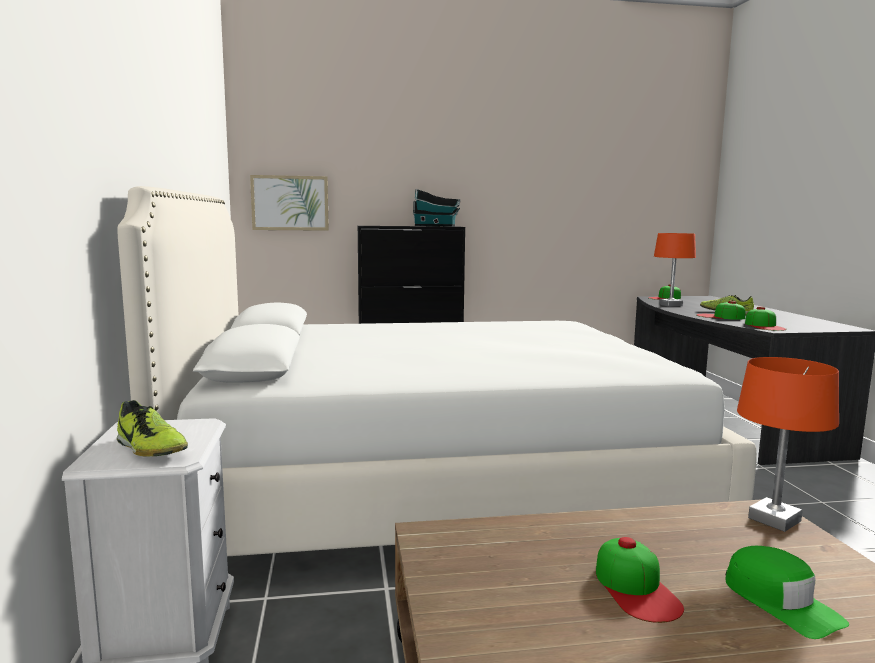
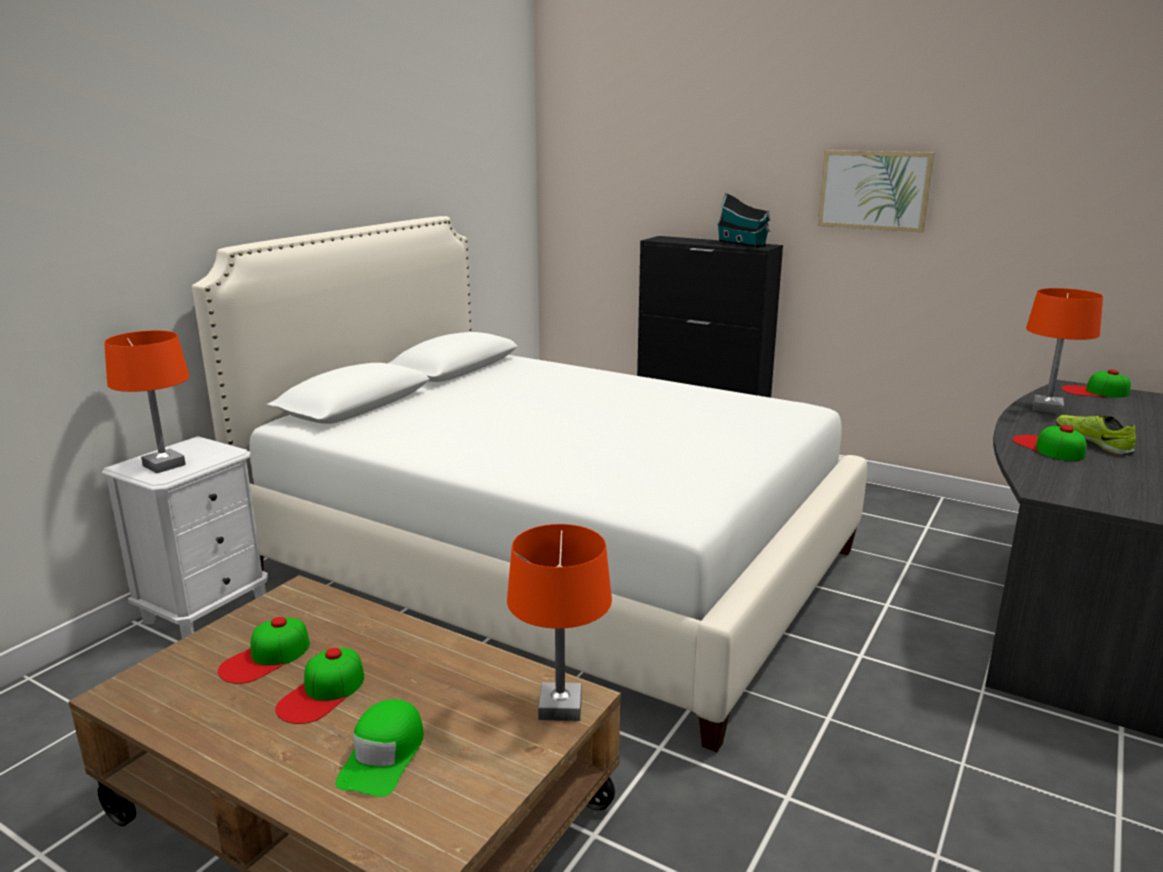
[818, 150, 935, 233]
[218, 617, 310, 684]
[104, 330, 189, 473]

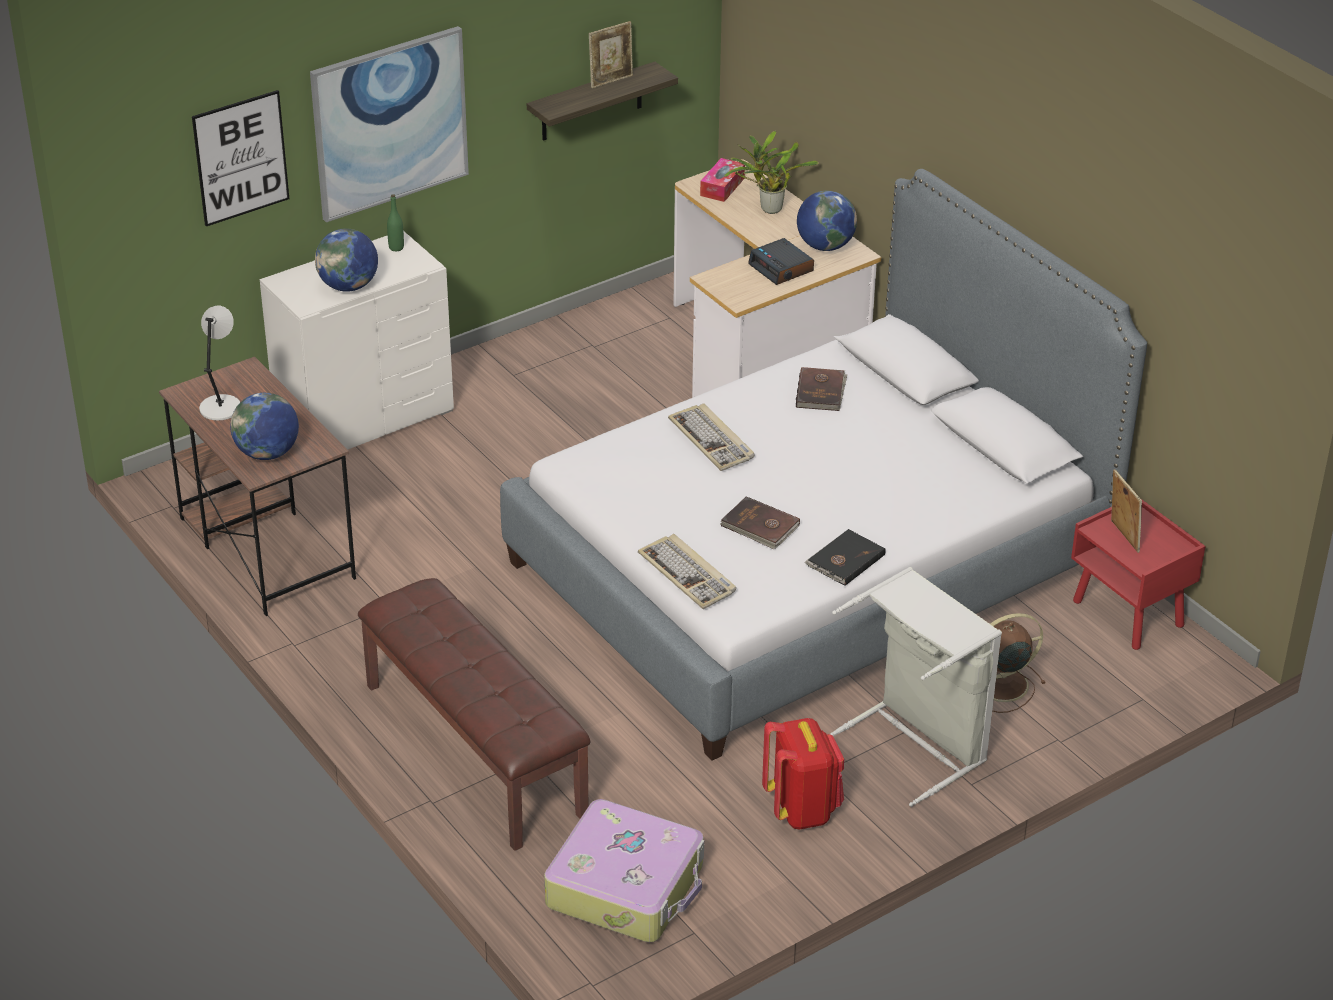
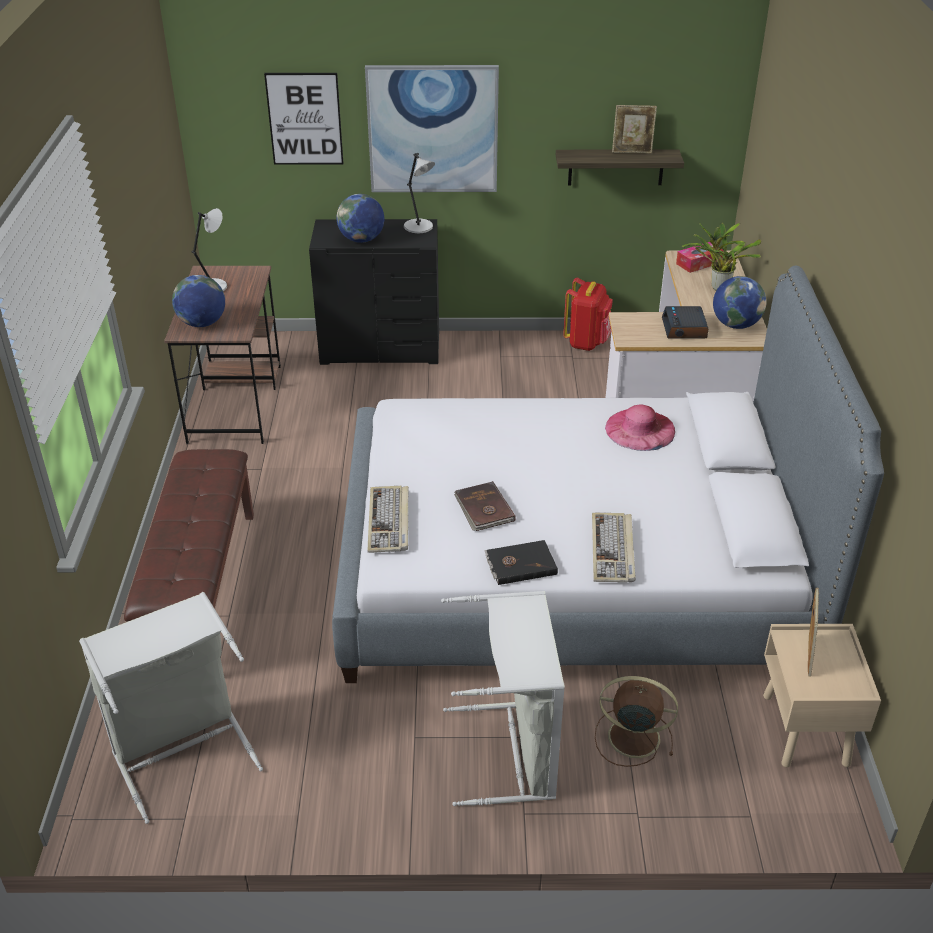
[592, 513, 636, 583]
[563, 277, 613, 351]
[404, 153, 435, 234]
[79, 592, 263, 824]
[605, 404, 675, 451]
[309, 219, 439, 365]
[763, 624, 881, 767]

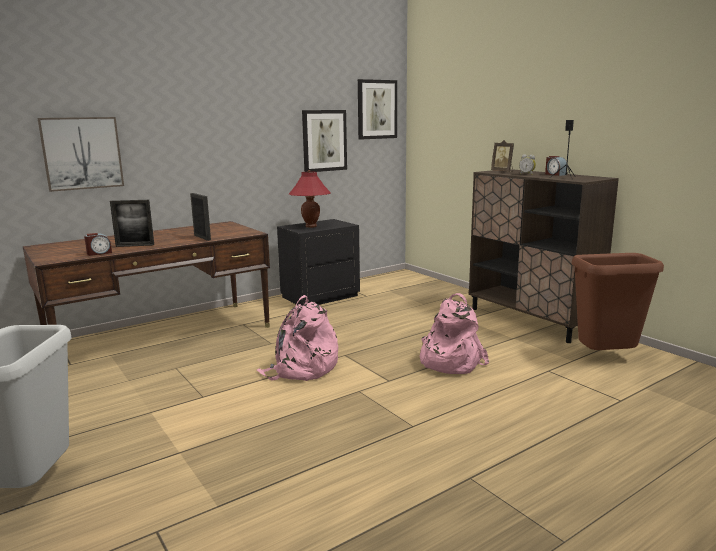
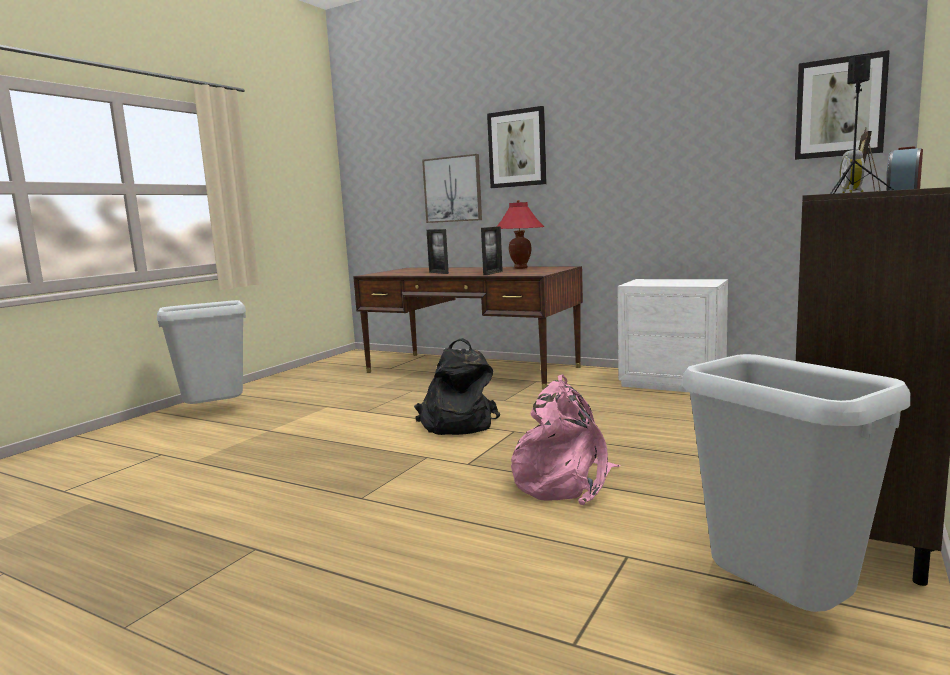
[84, 233, 112, 256] (first image)
[497, 200, 544, 269]
[487, 106, 547, 188]
[414, 338, 500, 435]
[617, 279, 728, 392]
[682, 354, 911, 612]

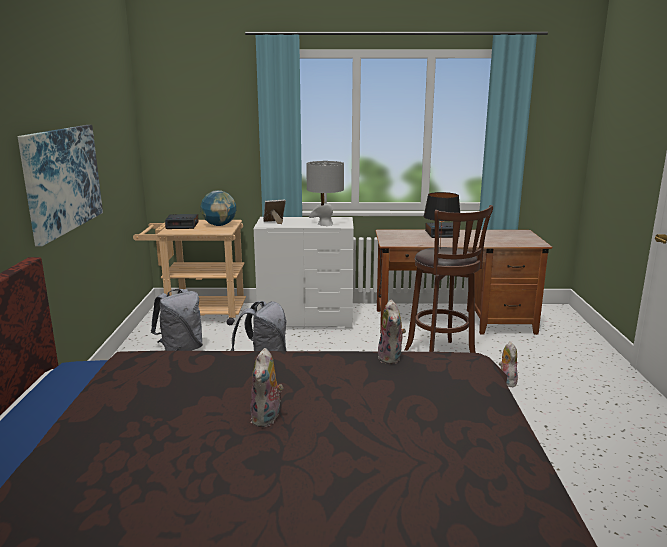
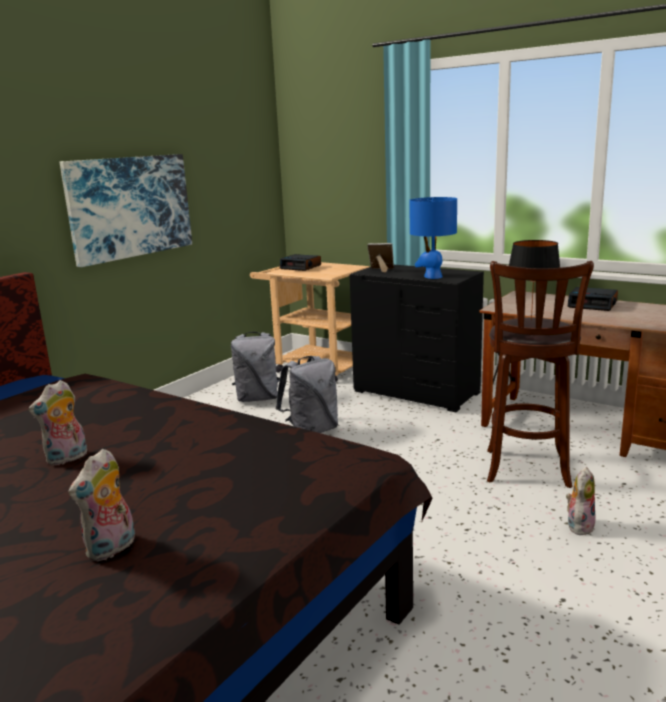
[200, 190, 236, 226] (first image)
[68, 449, 135, 562]
[350, 265, 484, 412]
[409, 197, 457, 279]

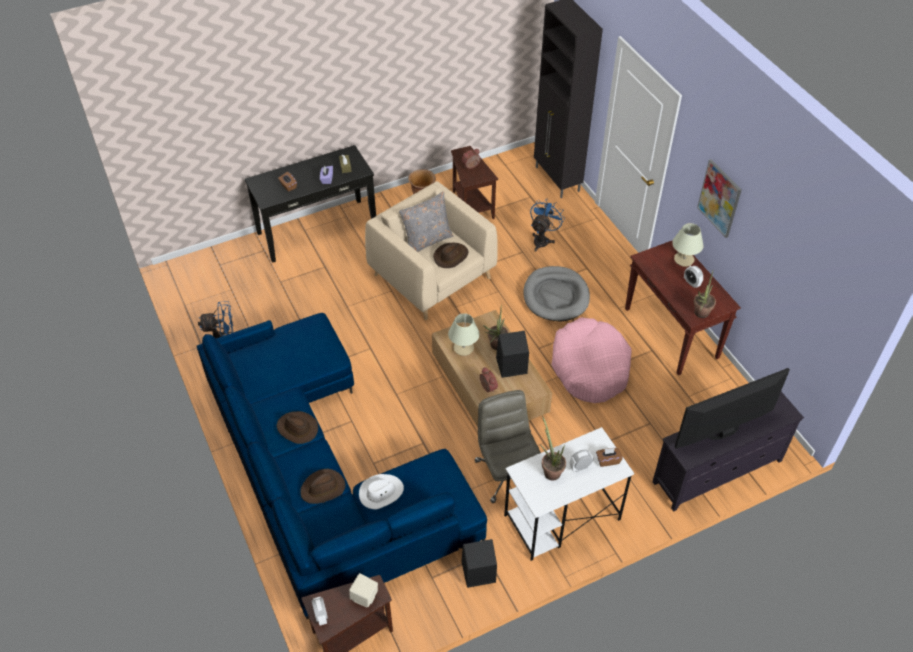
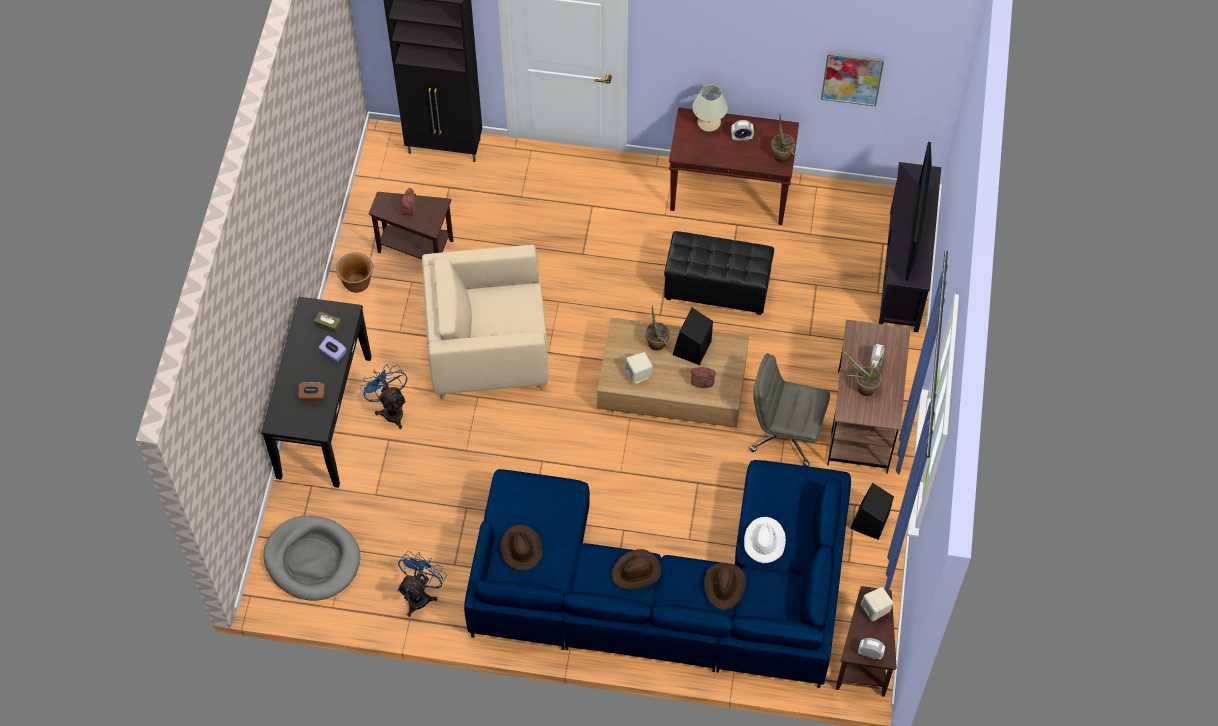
[399, 191, 453, 252] (first image)
[596, 448, 623, 467] (first image)
[500, 525, 543, 571]
[263, 515, 360, 601]
[360, 364, 407, 429]
[821, 52, 884, 106]
[625, 352, 653, 384]
[664, 231, 774, 315]
[827, 320, 910, 474]

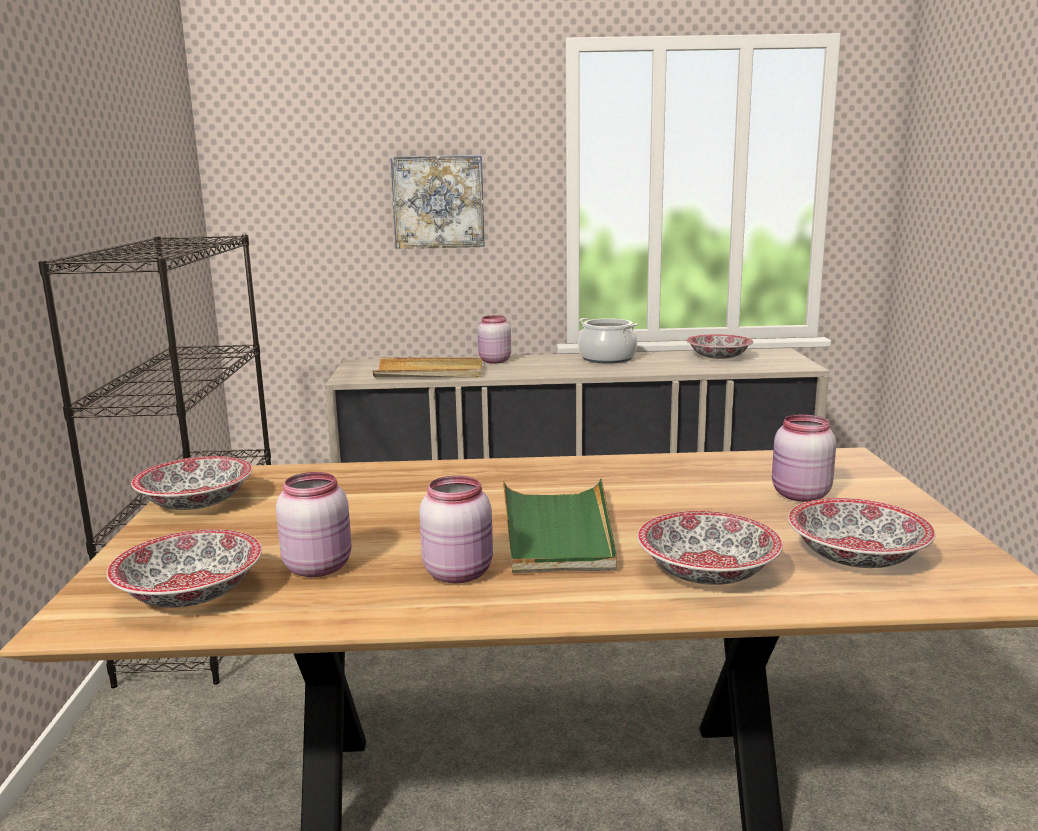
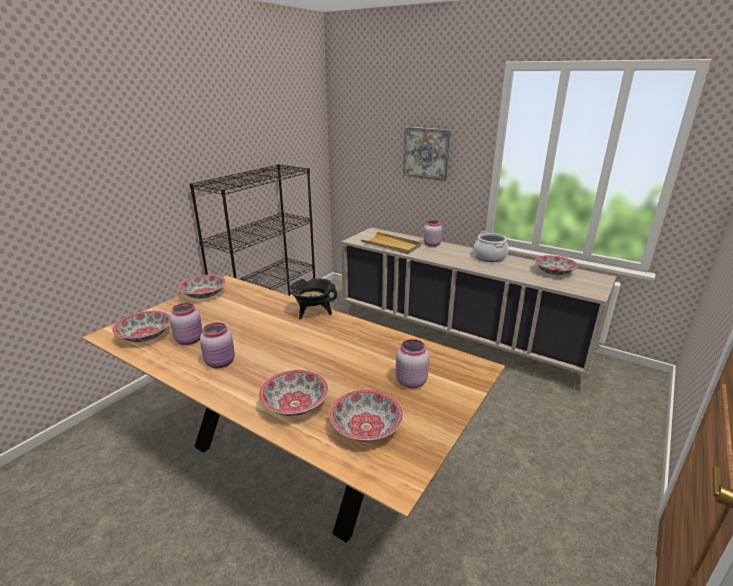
[503, 479, 617, 573] (first image)
[289, 278, 337, 319]

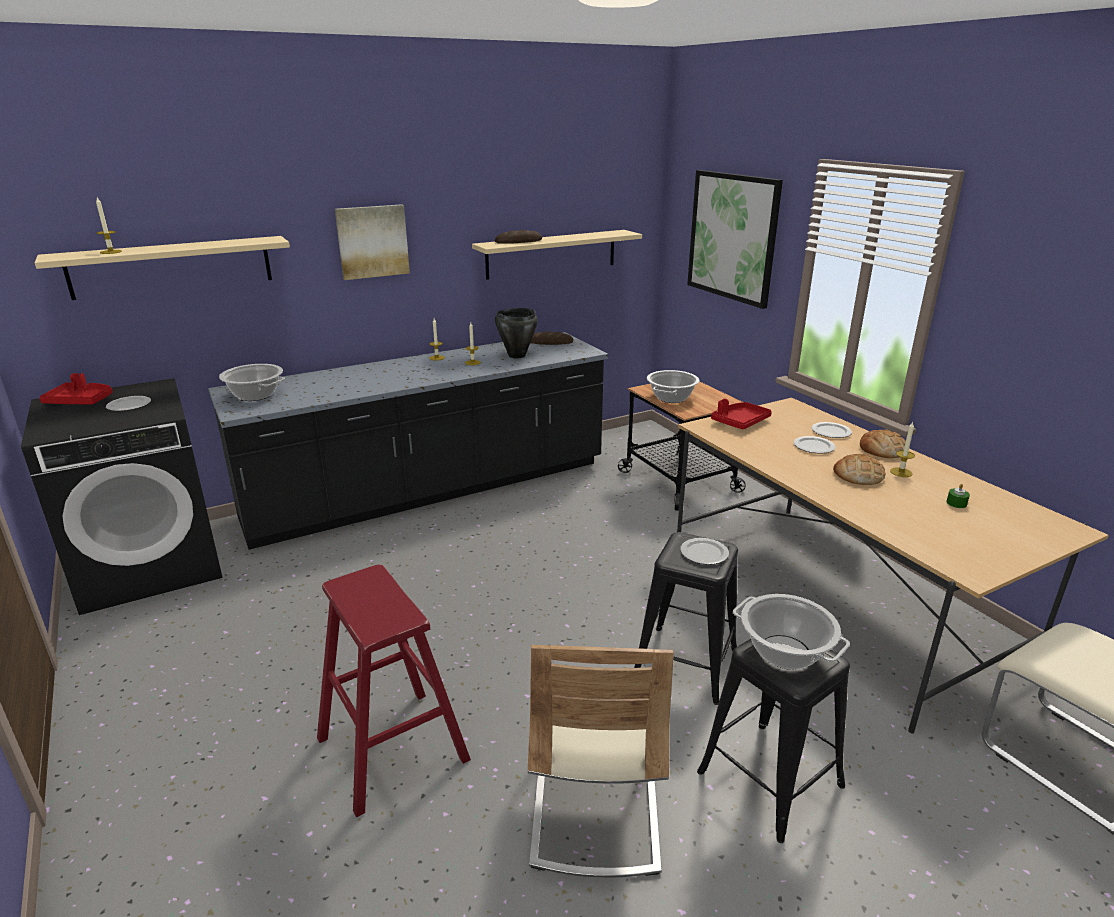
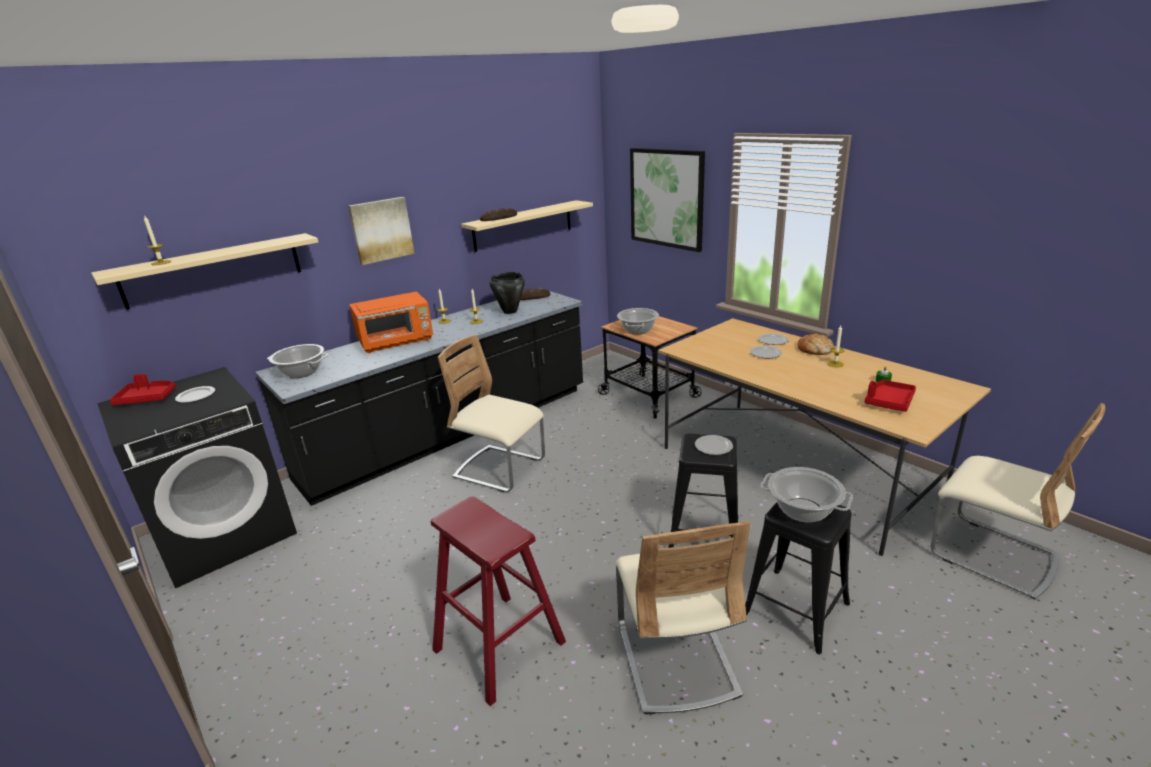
[833, 454, 885, 485] (first image)
[349, 291, 433, 353]
[438, 335, 545, 492]
[865, 380, 916, 412]

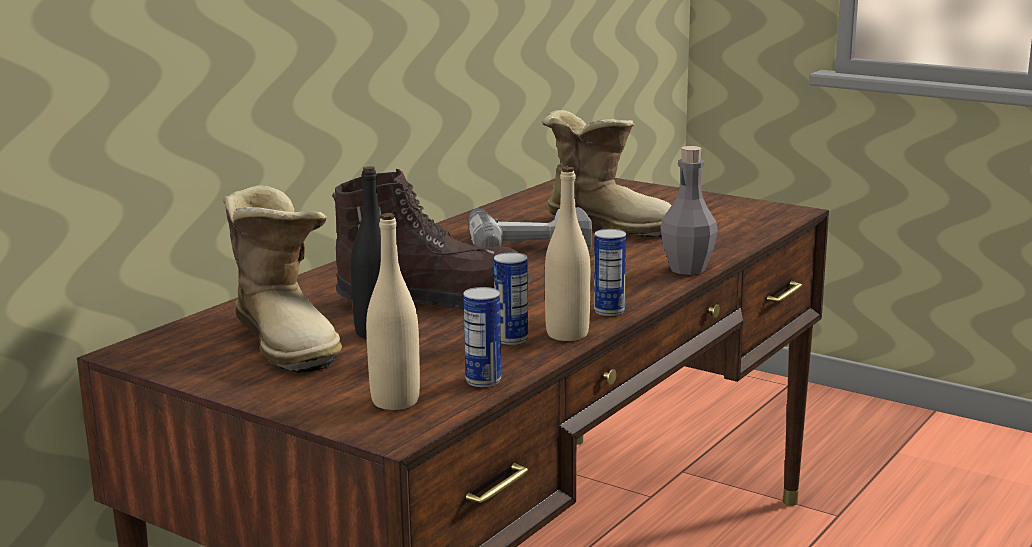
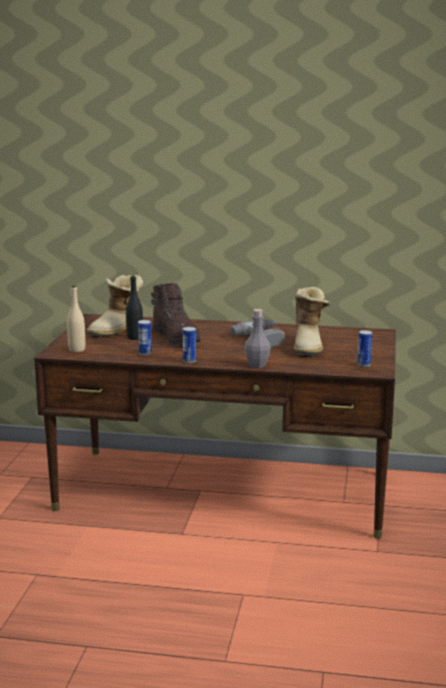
[545, 167, 591, 341] (first image)
[357, 330, 372, 367]

